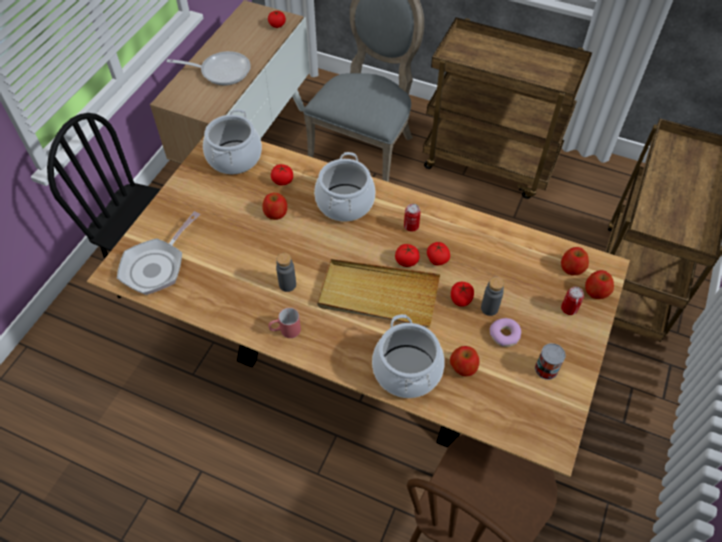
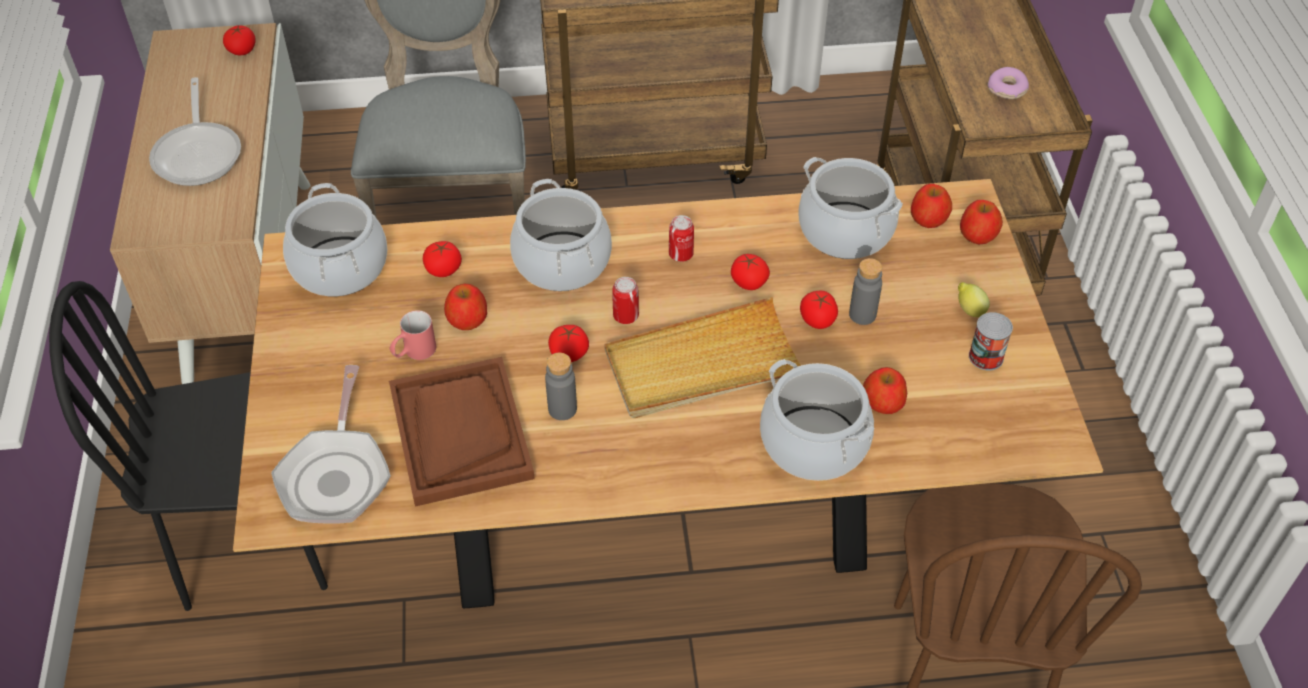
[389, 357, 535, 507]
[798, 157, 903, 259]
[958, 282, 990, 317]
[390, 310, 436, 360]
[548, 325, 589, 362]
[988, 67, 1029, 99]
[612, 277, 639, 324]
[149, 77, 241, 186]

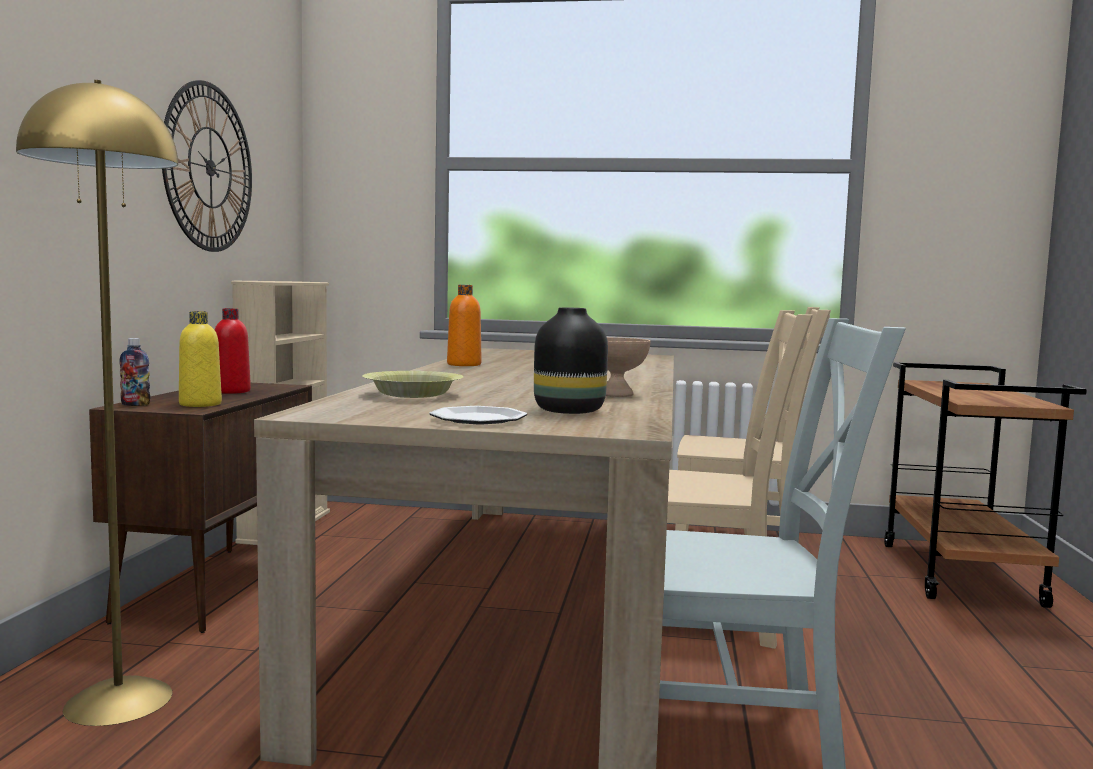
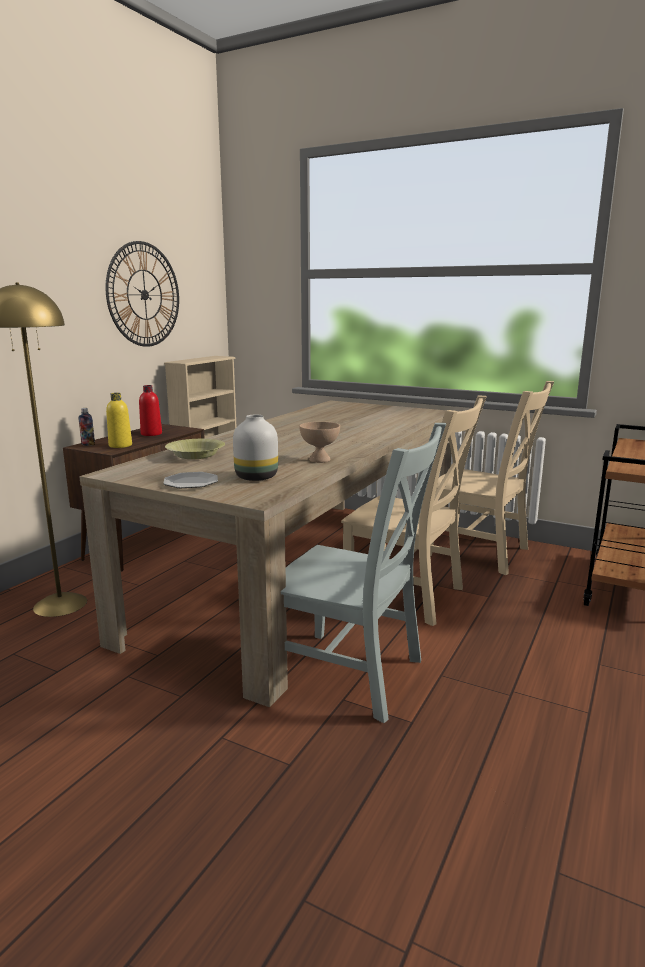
[447, 285, 481, 366] (first image)
[233, 414, 278, 481]

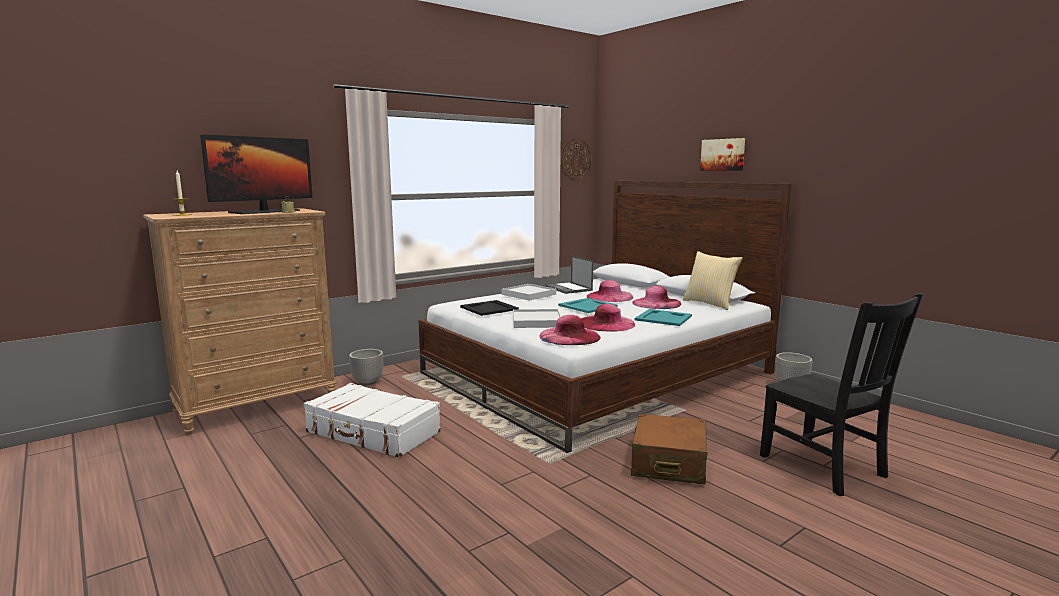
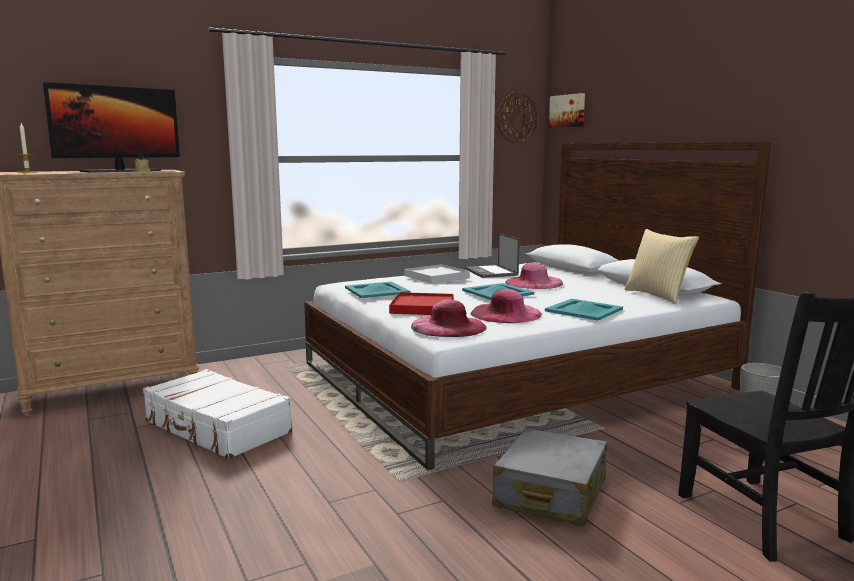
[349, 349, 383, 385] (first image)
[632, 286, 681, 309] (first image)
[549, 93, 585, 128]
[345, 281, 410, 298]
[389, 292, 453, 315]
[492, 428, 607, 527]

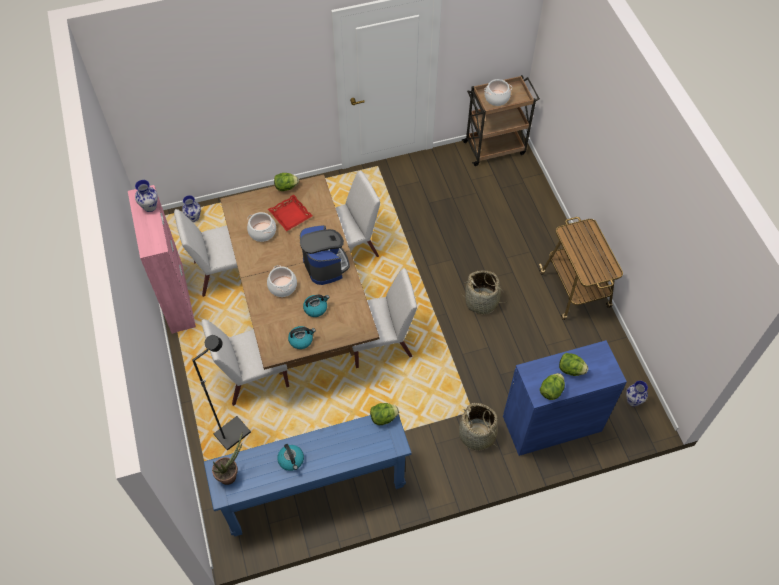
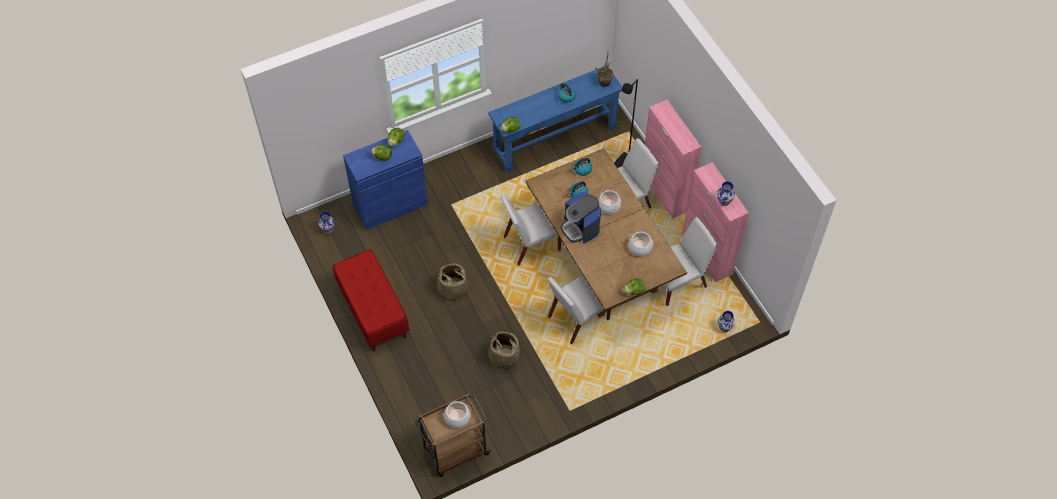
[268, 195, 313, 231] (first image)
[645, 100, 701, 218]
[486, 331, 520, 369]
[333, 249, 409, 351]

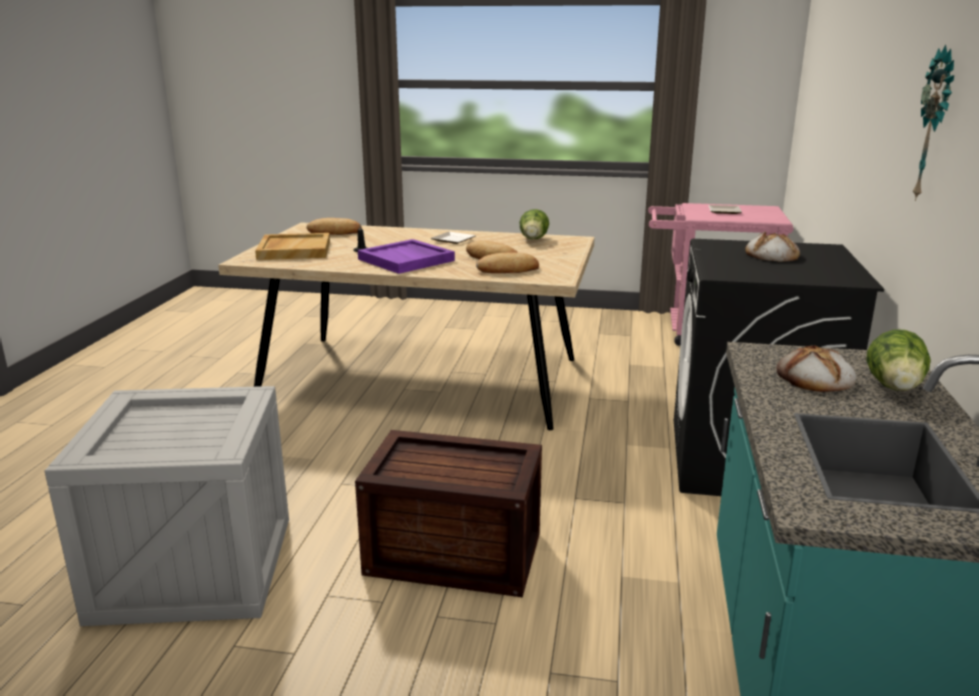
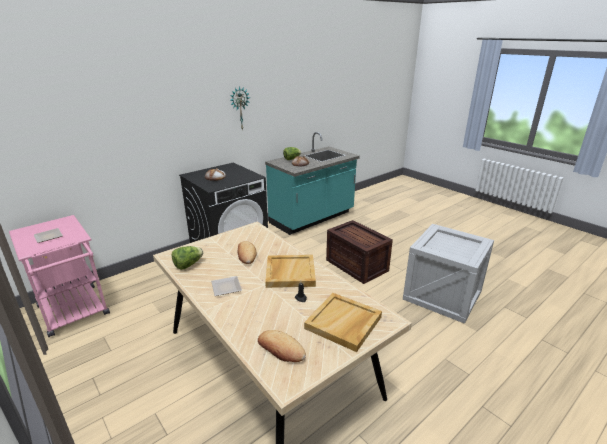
[476, 253, 539, 273] (first image)
[265, 255, 316, 288]

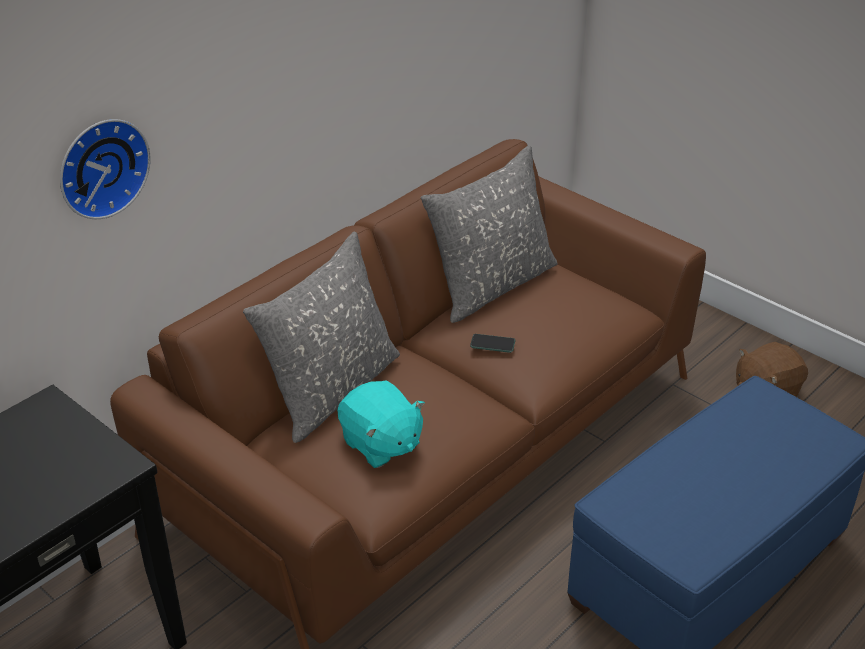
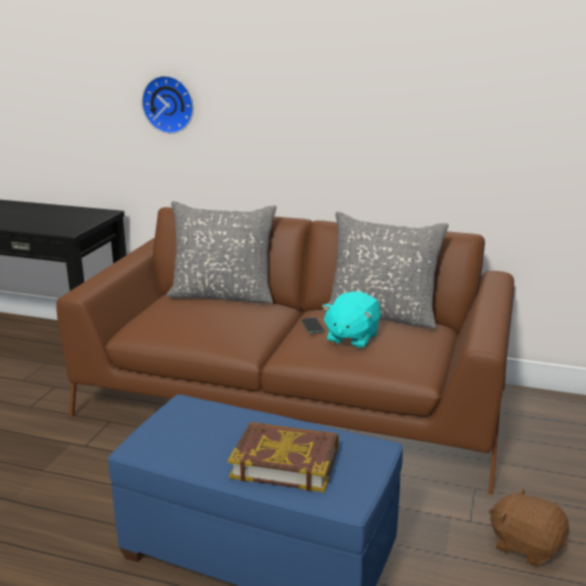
[228, 422, 339, 492]
[322, 291, 381, 348]

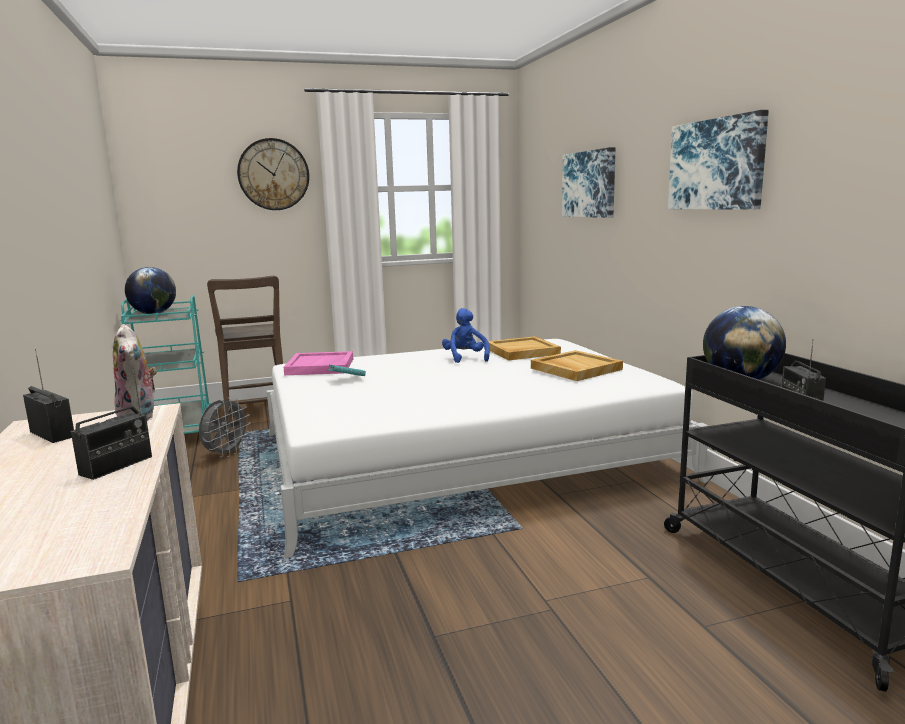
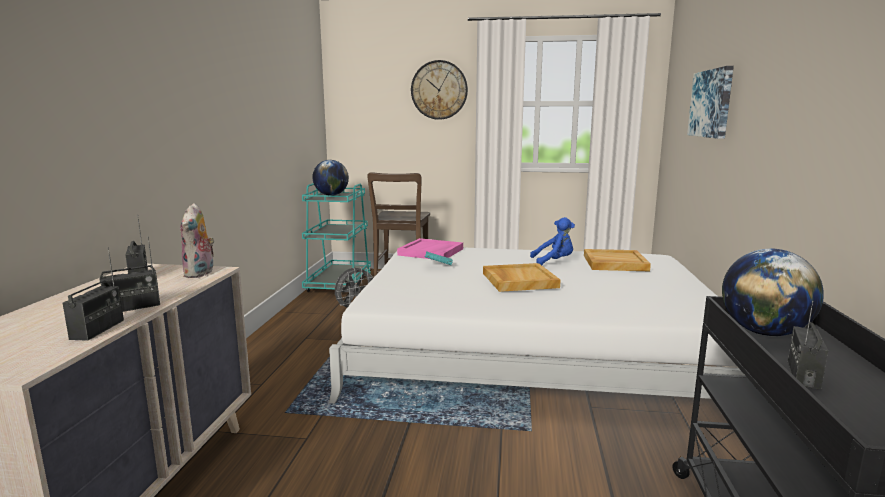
[668, 110, 769, 210] (first image)
[63, 247, 124, 341]
[483, 263, 560, 292]
[530, 217, 575, 265]

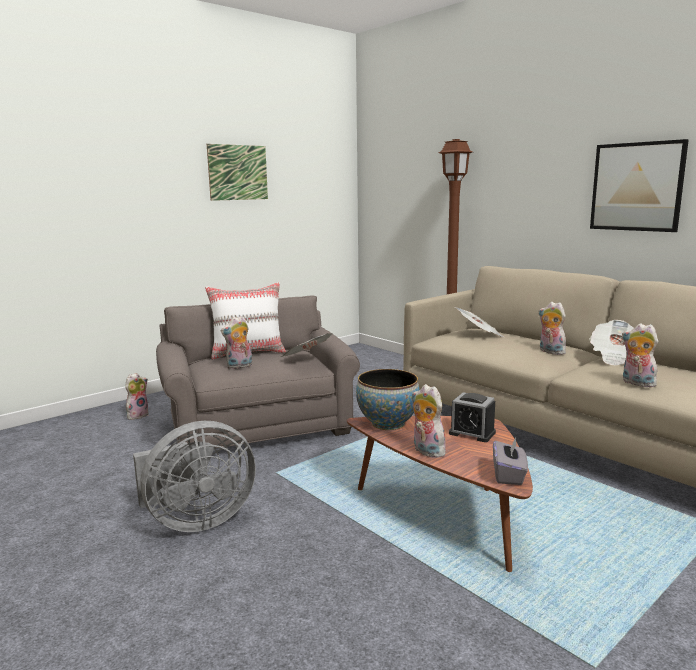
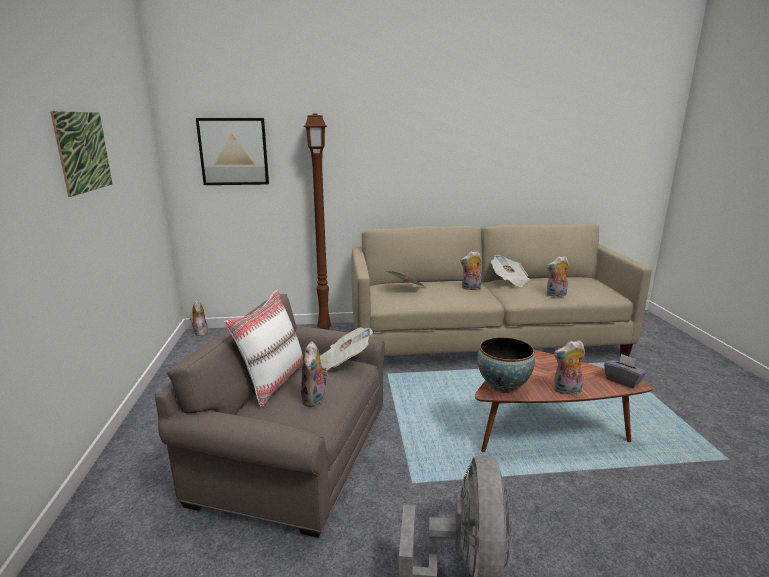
[449, 392, 496, 442] (first image)
[190, 300, 208, 336]
[196, 118, 269, 185]

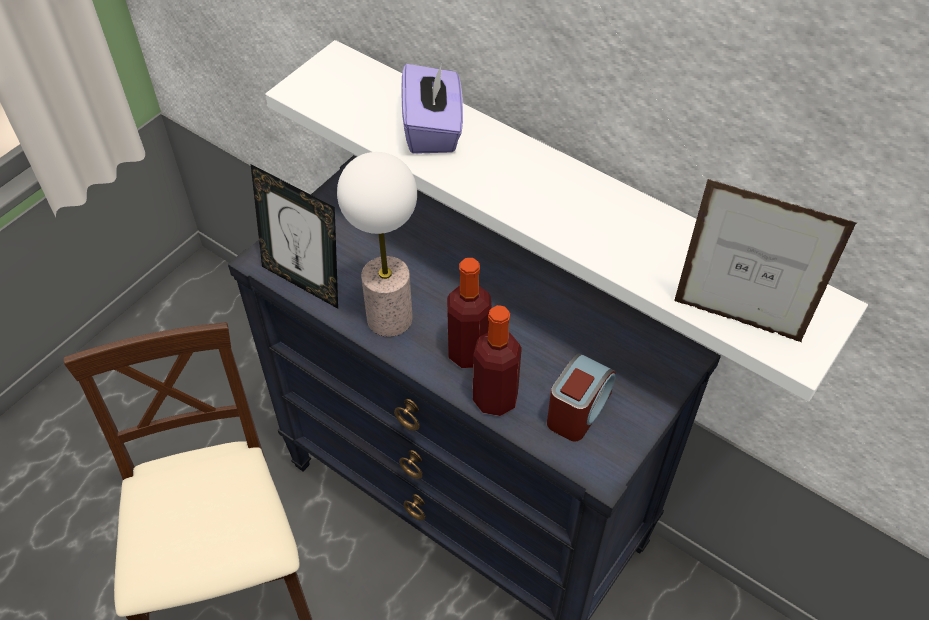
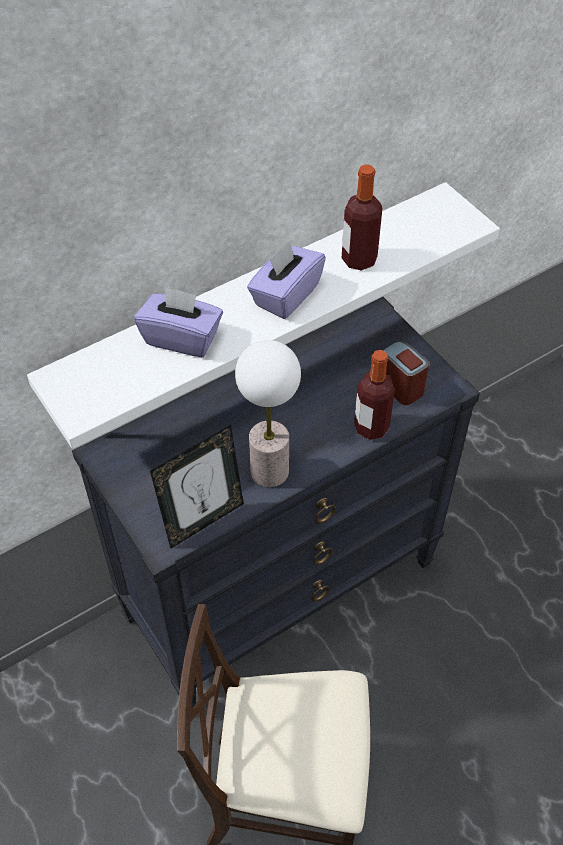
[674, 179, 857, 342] (first image)
[247, 241, 326, 319]
[342, 164, 383, 271]

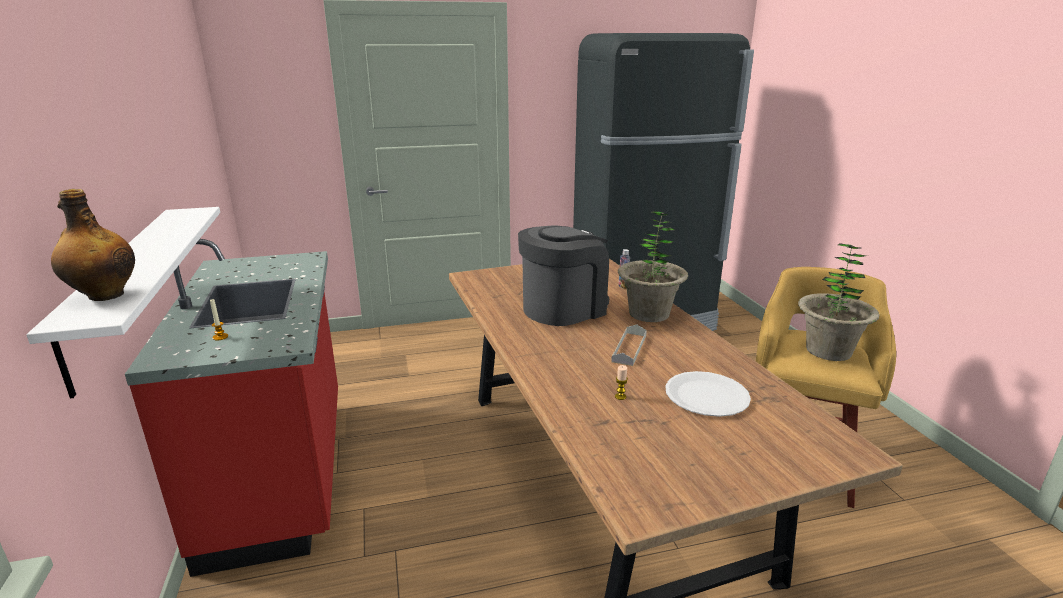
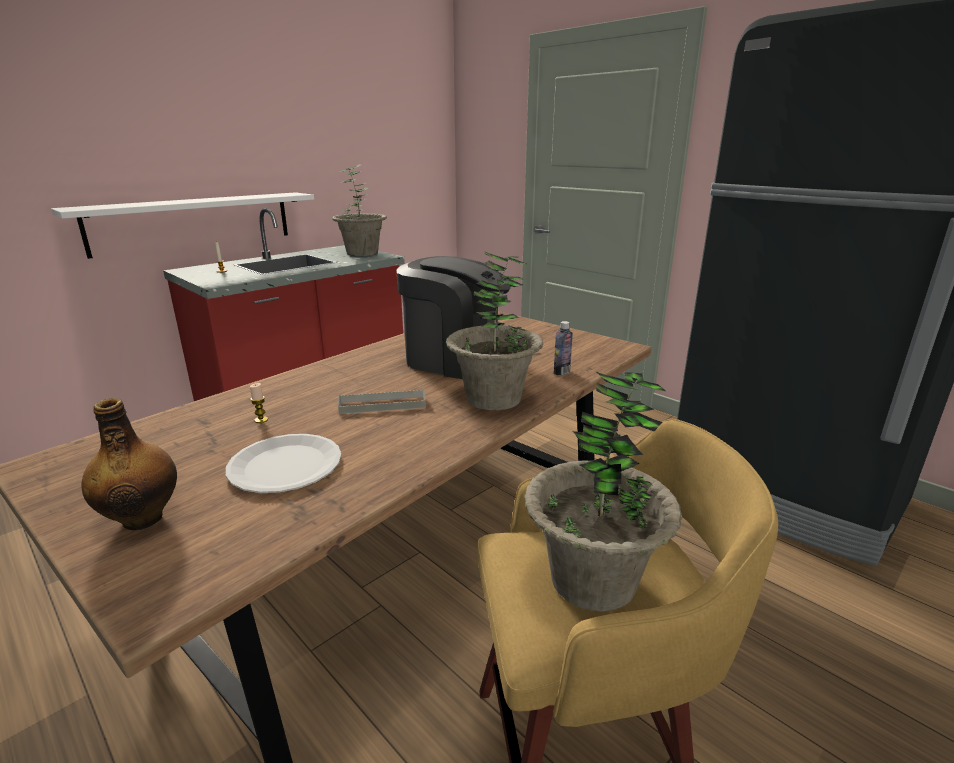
[332, 164, 387, 256]
[81, 398, 177, 530]

